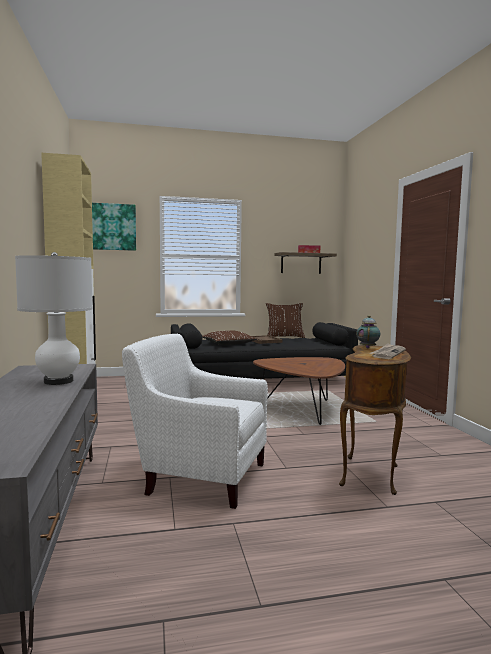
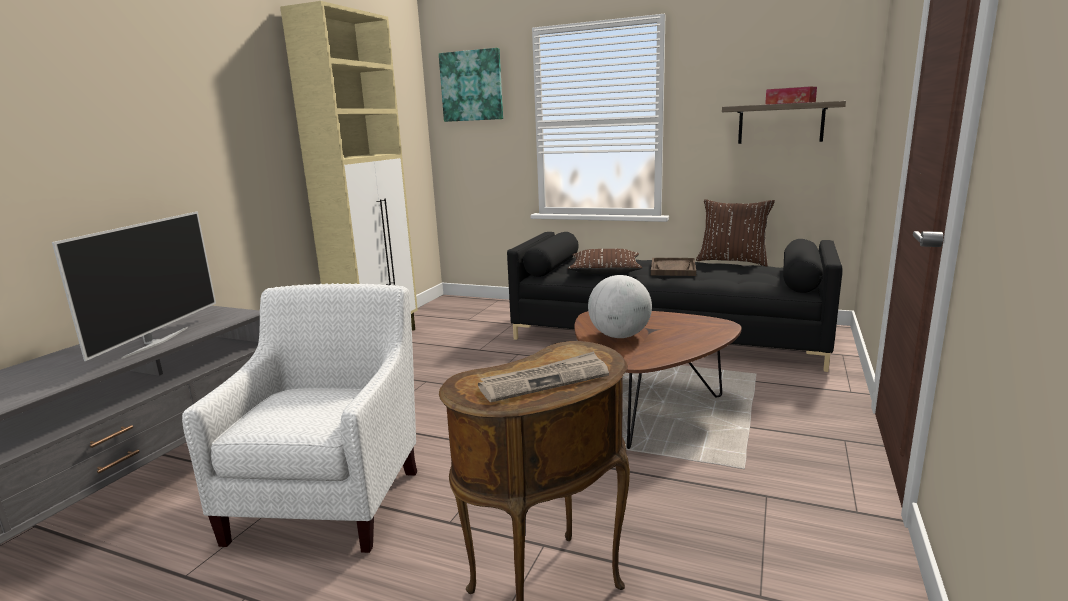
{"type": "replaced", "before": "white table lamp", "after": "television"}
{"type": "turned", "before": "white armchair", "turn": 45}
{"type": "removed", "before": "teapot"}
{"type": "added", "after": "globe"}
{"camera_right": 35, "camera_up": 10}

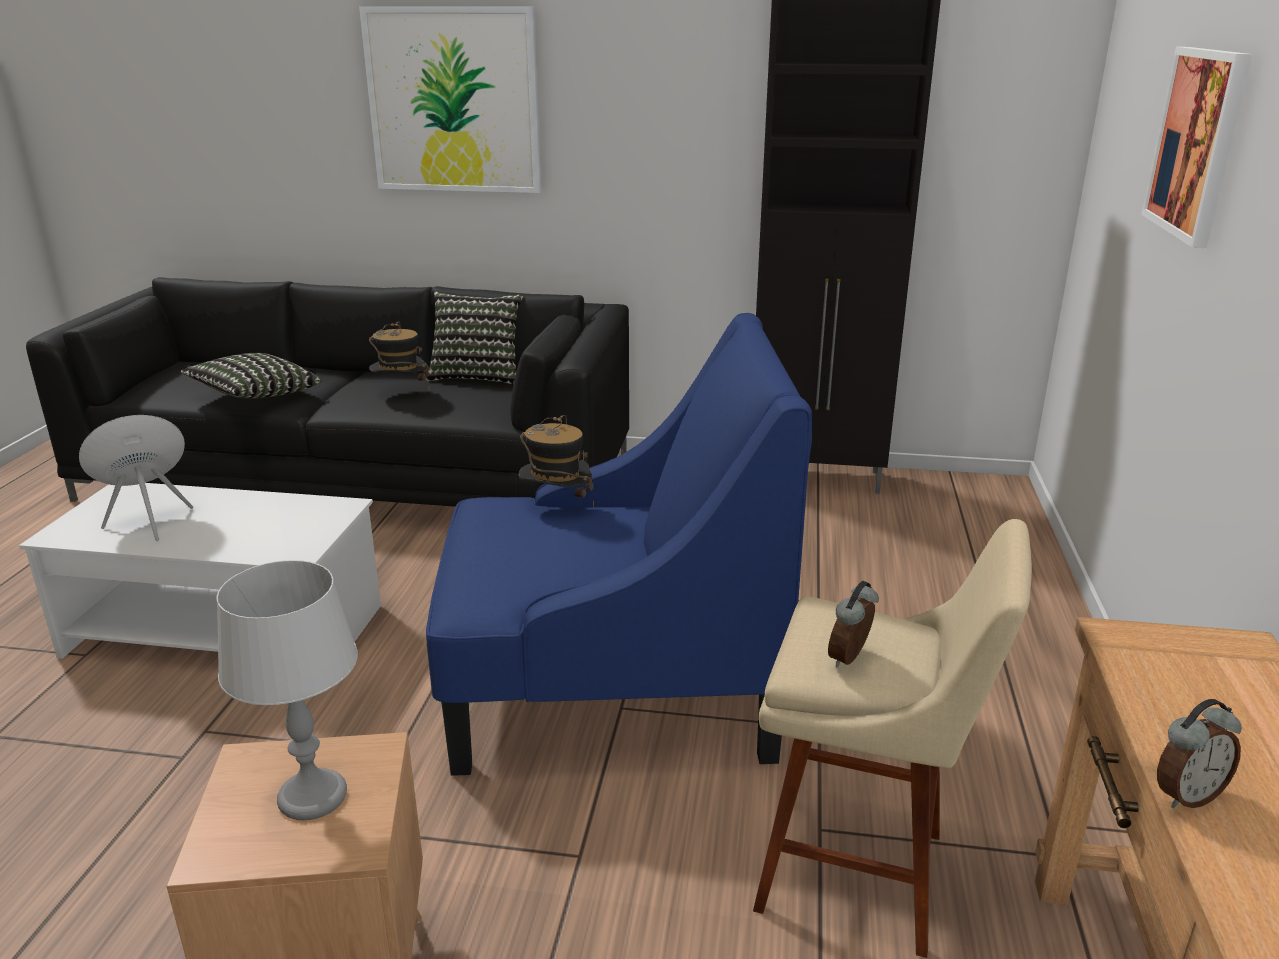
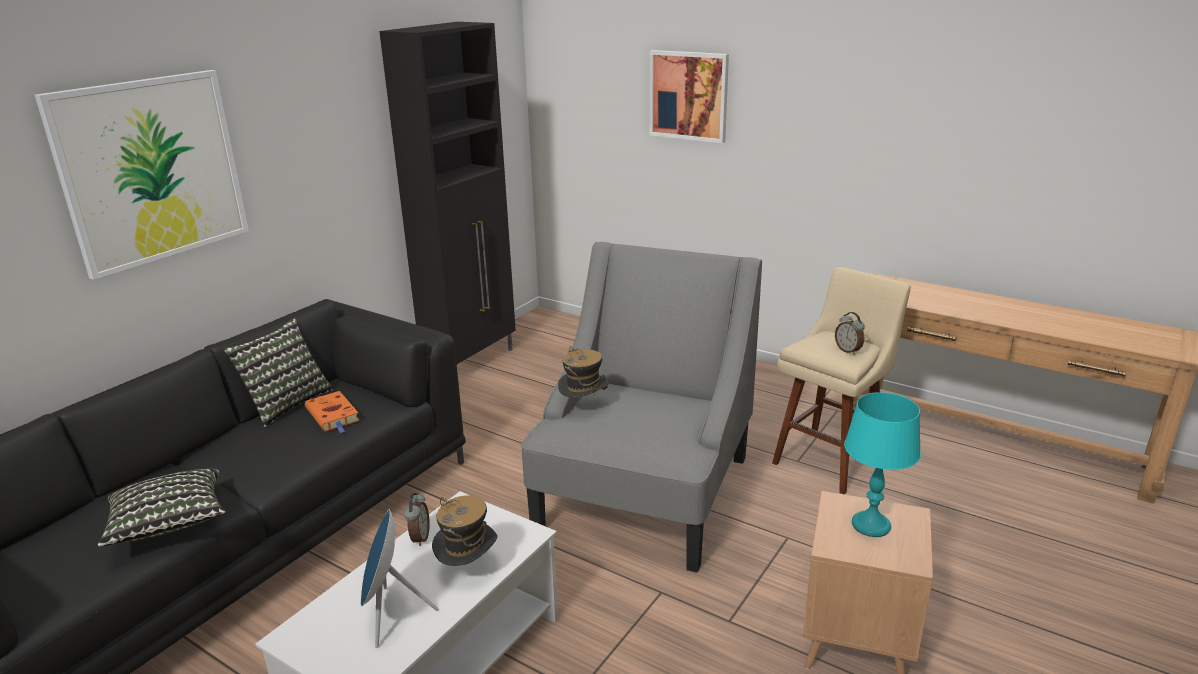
{"type": "recoloured", "before": "grey table lamp", "after": "turquoise table lamp"}
{"type": "moved", "before": "hat (1st from left)"}
{"type": "recoloured", "before": "blue armchair", "after": "grey armchair"}
{"type": "moved", "before": "alarm clock (2nd from left in the first image)", "after": "alarm clock (1st from left)"}
{"type": "added", "after": "orange book"}
{"camera_right": -65, "camera_up": 0}

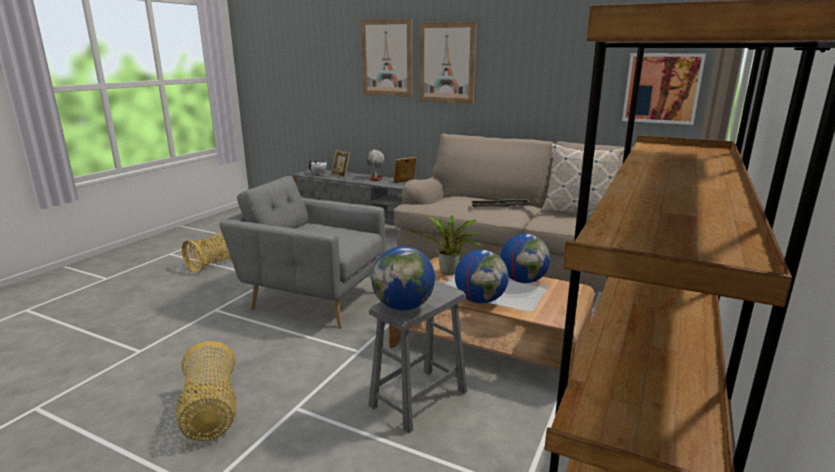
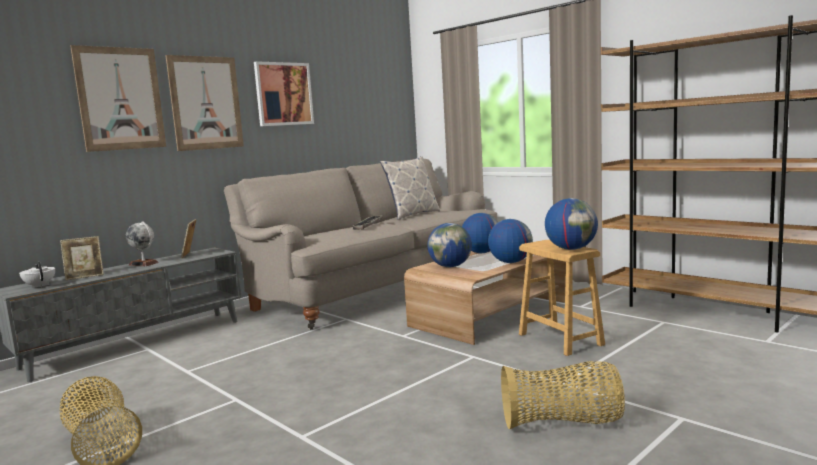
{"type": "removed", "before": "grey armchair"}
{"type": "recoloured", "before": "grey stool", "after": "brown stool"}
{"type": "replaced", "before": "potted plant", "after": "globe (2nd from left)"}
{"type": "moved", "before": "picture (3rd from left)"}
{"camera_right": -70, "camera_up": -10}

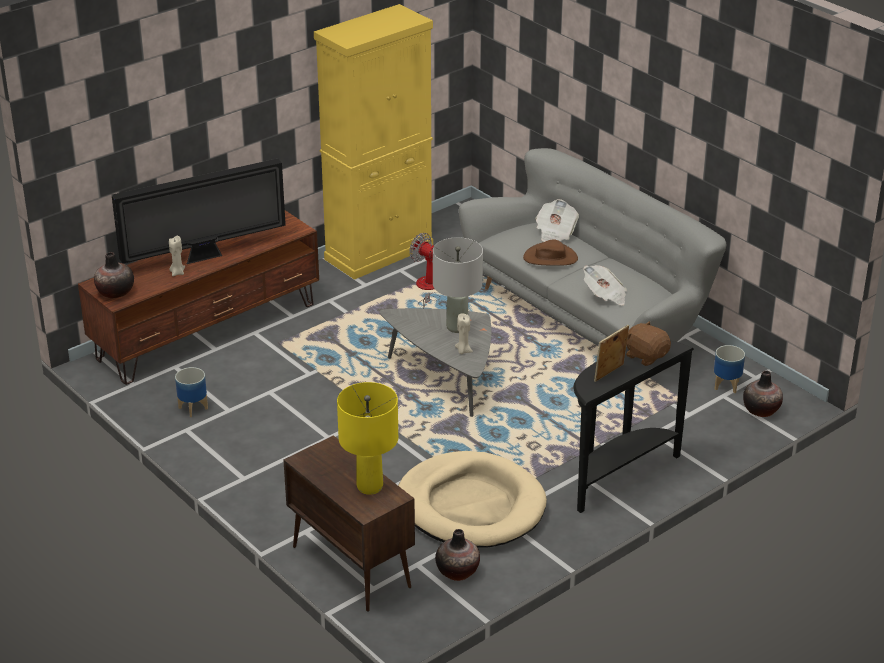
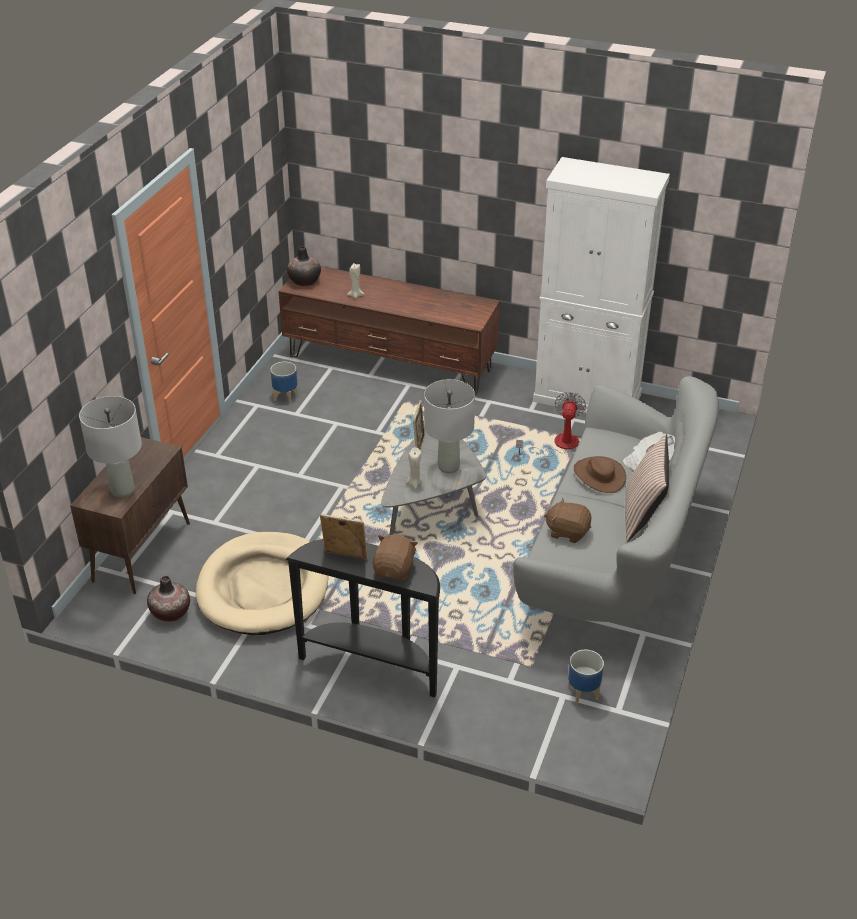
{"type": "removed", "before": "television"}
{"type": "recoloured", "before": "yellow cabinet", "after": "white cabinet"}
{"type": "recoloured", "before": "yellow table lamp", "after": "grey table lamp (1st from left)"}
{"type": "replaced", "before": "newspaper (2nd from left)", "after": "brown plush toy (2nd from left)"}
{"type": "removed", "before": "vase (3rd from left)"}
{"type": "added", "after": "picture frame (2nd from left)"}
{"type": "added", "after": "pillow"}
{"camera_right": 60, "camera_up": 5}

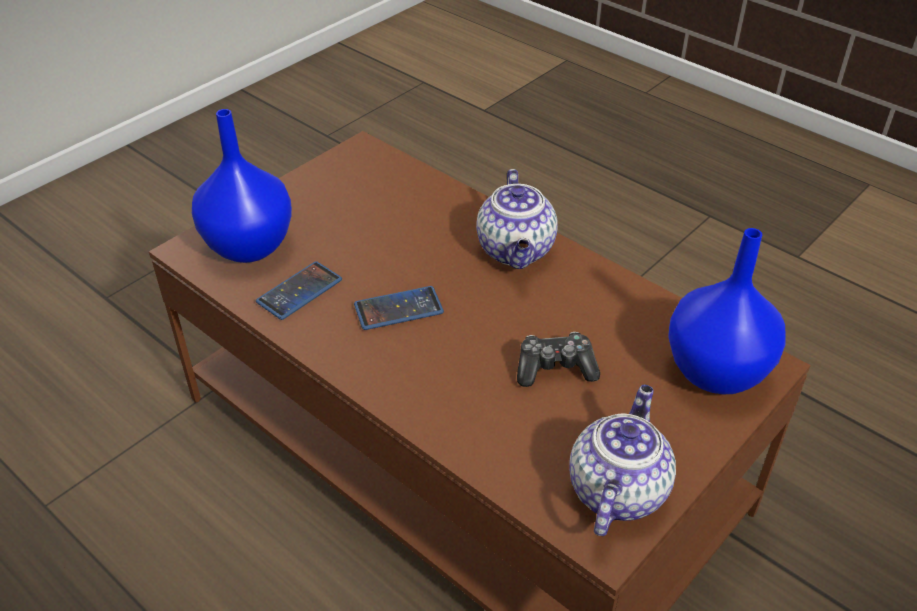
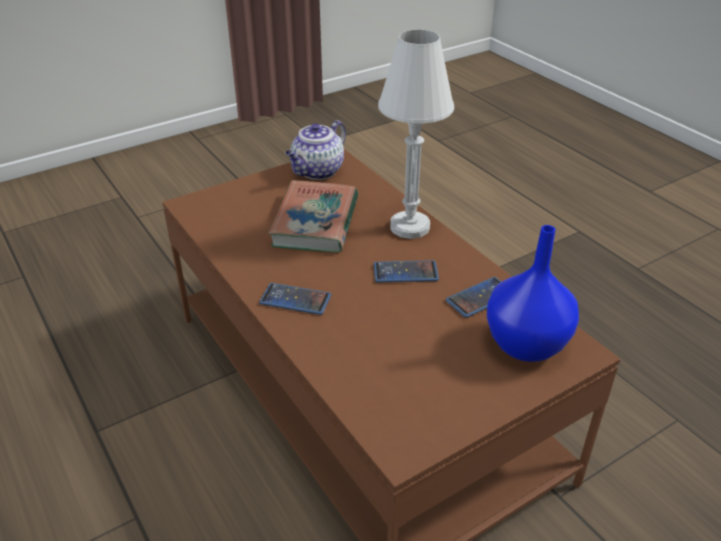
{"type": "replaced", "before": "teapot (1st from left)", "after": "phone (1st from left)"}
{"type": "replaced", "before": "game controller", "after": "book"}
{"type": "removed", "before": "blue vase (2nd from left)"}
{"type": "added", "after": "white table lamp"}
{"camera_right": -165, "camera_up": -5}

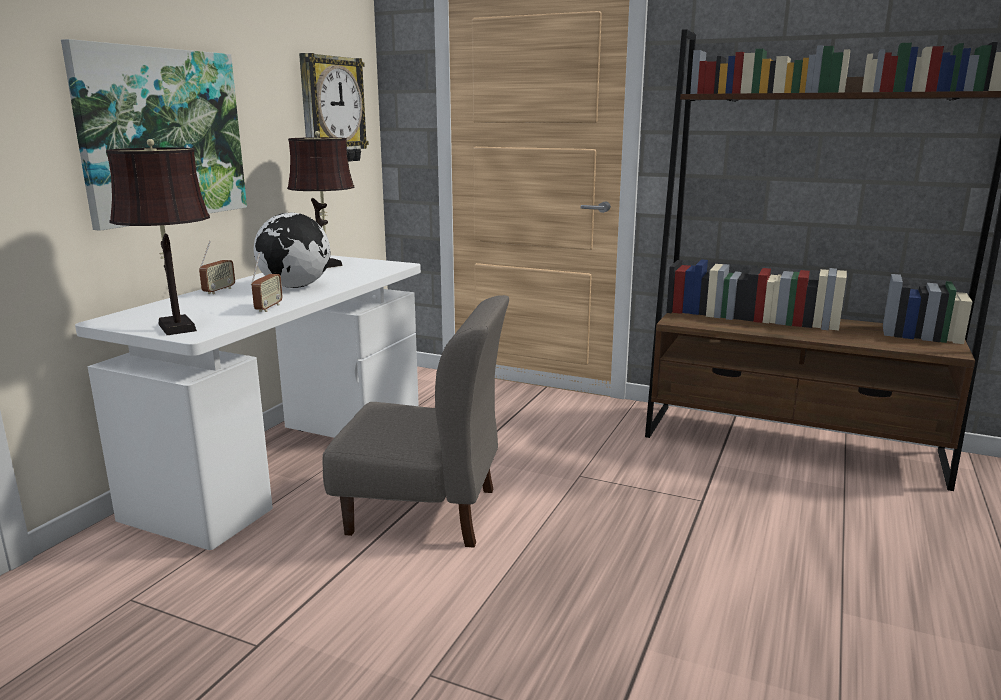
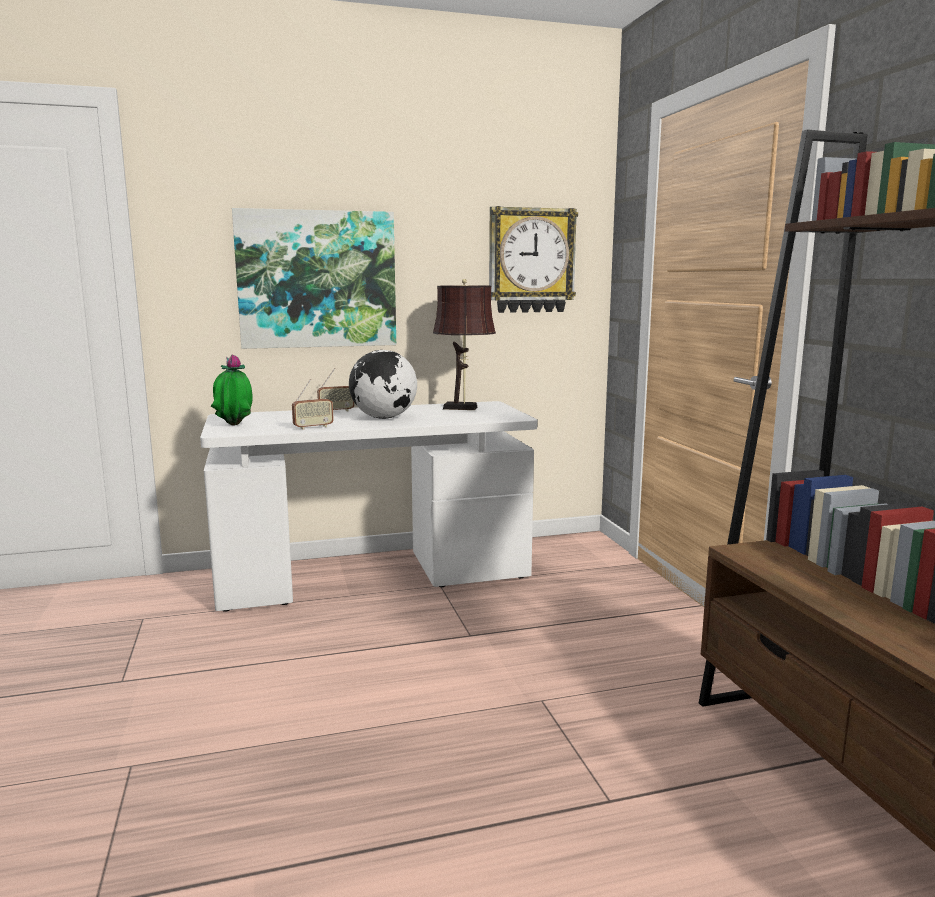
{"type": "replaced", "before": "brown table lamp (1st from left)", "after": "potted plant"}
{"type": "removed", "before": "grey chair"}
{"camera_right": 50, "camera_up": -5}

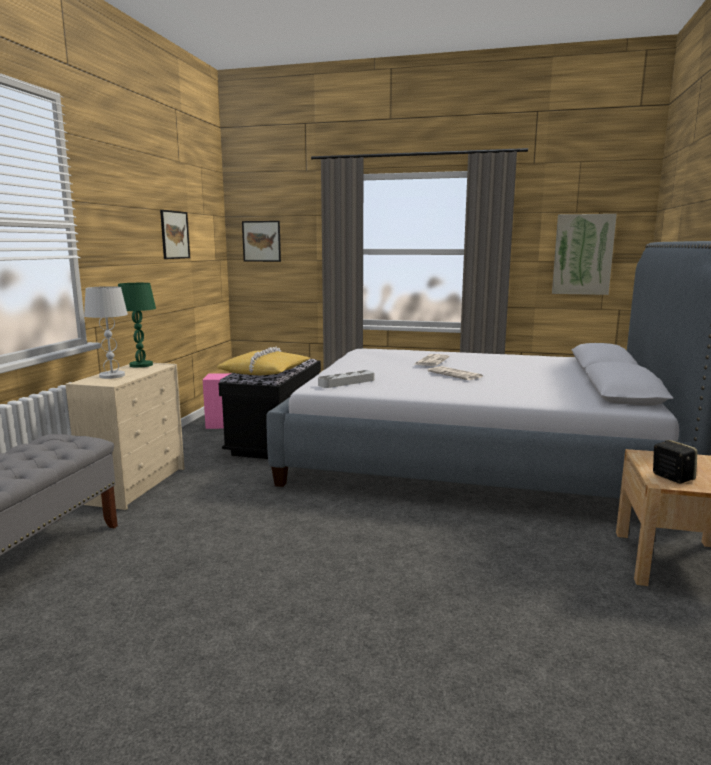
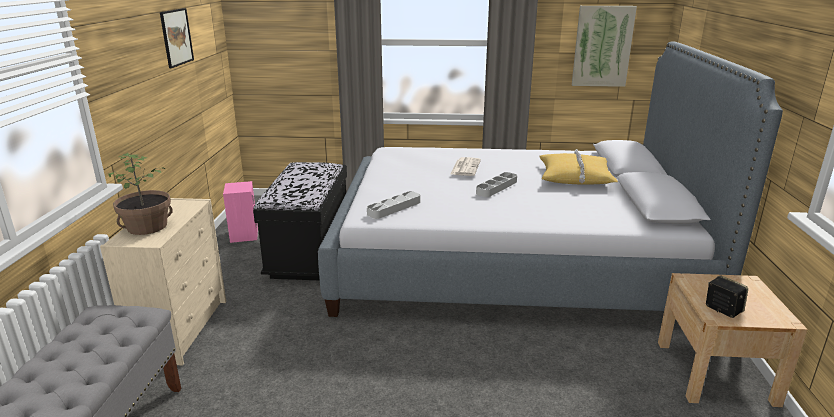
{"type": "replaced", "before": "white table lamp", "after": "potted plant"}
{"type": "removed", "before": "green table lamp"}
{"type": "moved", "before": "yellow pillow"}
{"type": "removed", "before": "picture (2nd from left)"}
{"type": "replaced", "before": "newspaper (2nd from left)", "after": "grey tray (2nd from left)"}
{"camera_right": -10, "camera_up": 10}

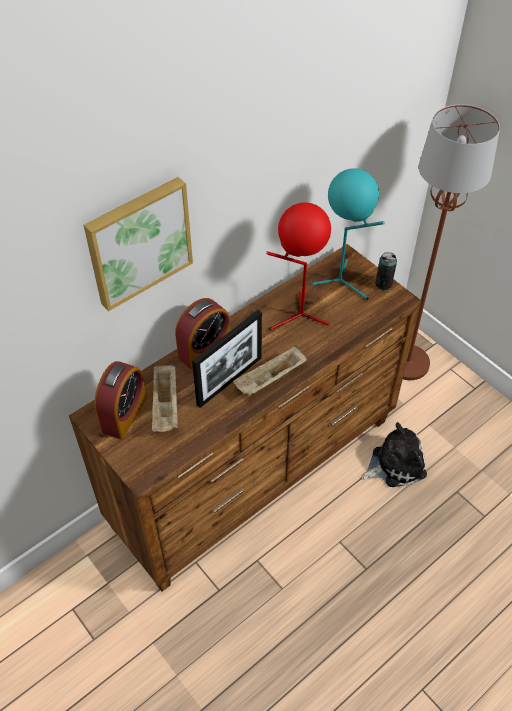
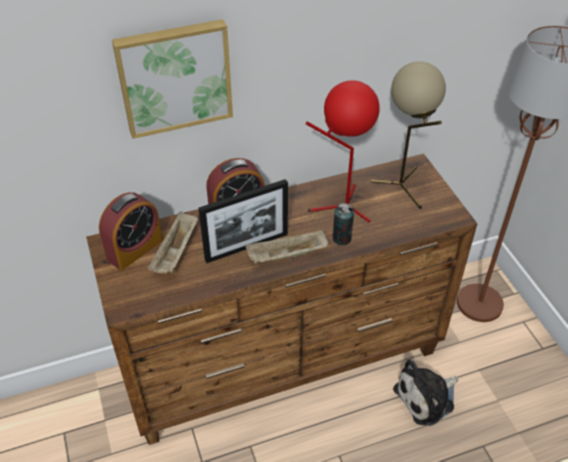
{"type": "recoloured", "before": "turquoise table lamp", "after": "beige table lamp"}
{"type": "turned", "before": "plush toy", "turn": 150}
{"type": "moved", "before": "can"}
{"camera_right": 20, "camera_up": -5}

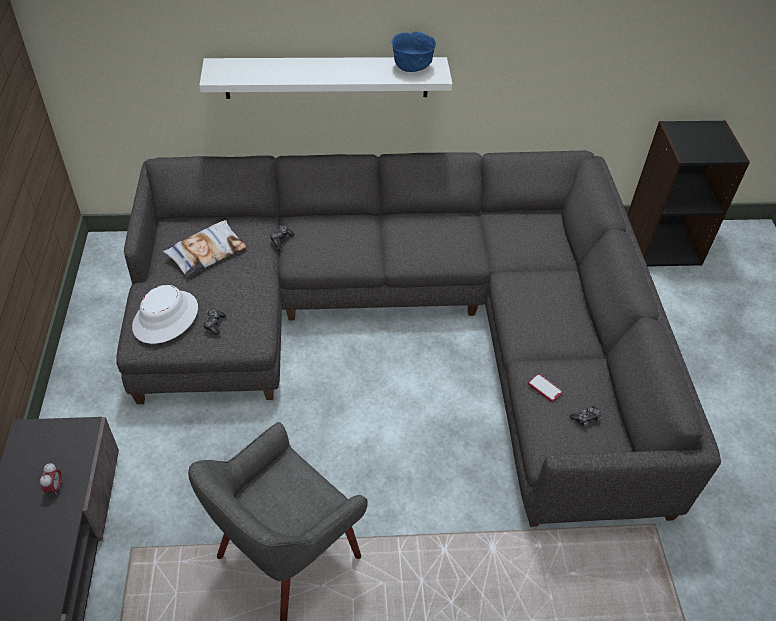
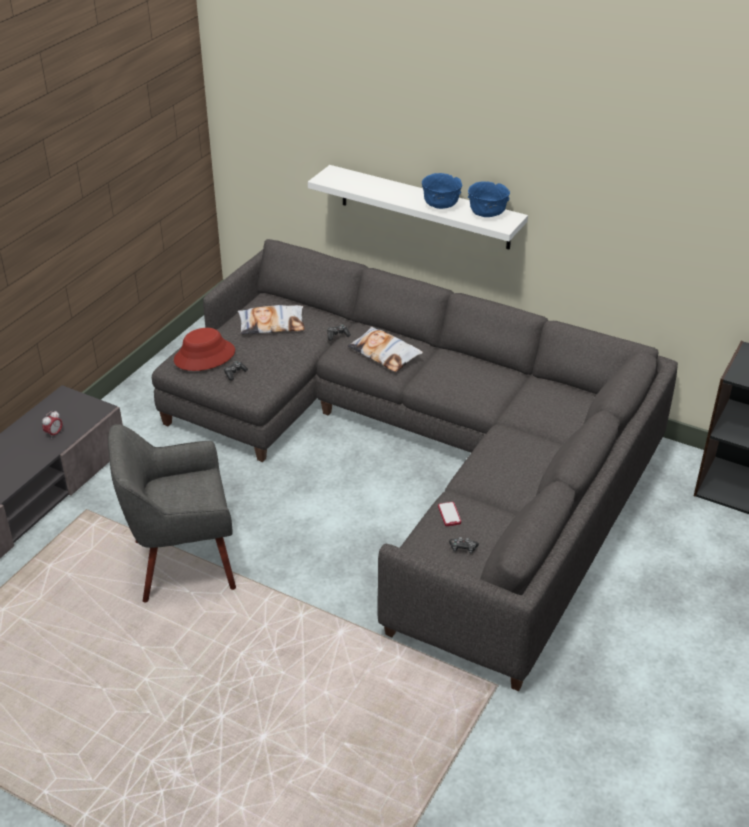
{"type": "recoloured", "before": "white hat", "after": "red hat"}
{"type": "added", "after": "pillow (2nd from left)"}
{"type": "added", "after": "blue bowl (1st from left)"}
{"camera_right": 35, "camera_up": -10}

